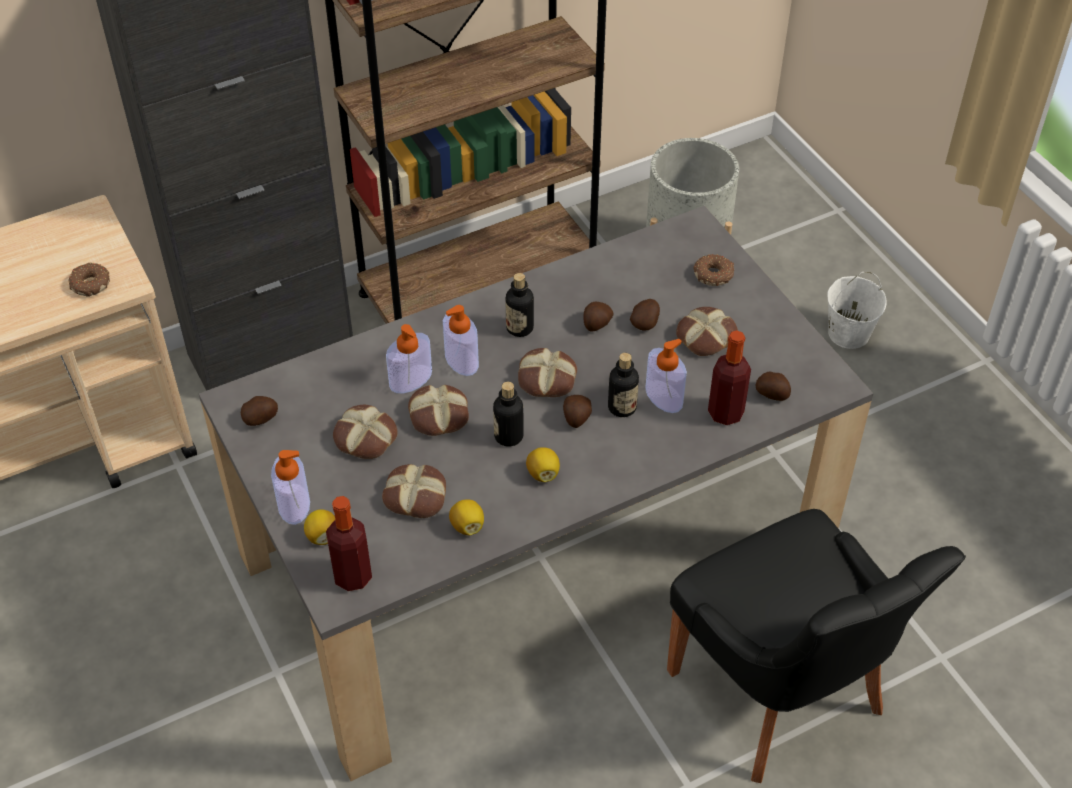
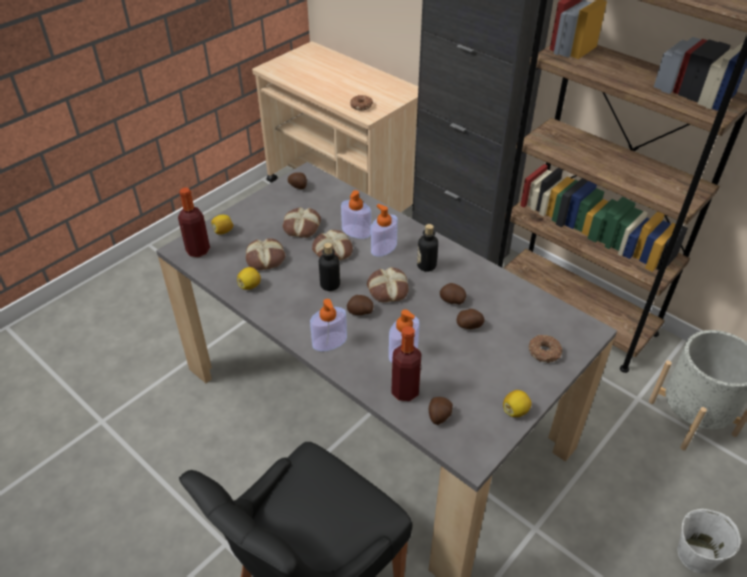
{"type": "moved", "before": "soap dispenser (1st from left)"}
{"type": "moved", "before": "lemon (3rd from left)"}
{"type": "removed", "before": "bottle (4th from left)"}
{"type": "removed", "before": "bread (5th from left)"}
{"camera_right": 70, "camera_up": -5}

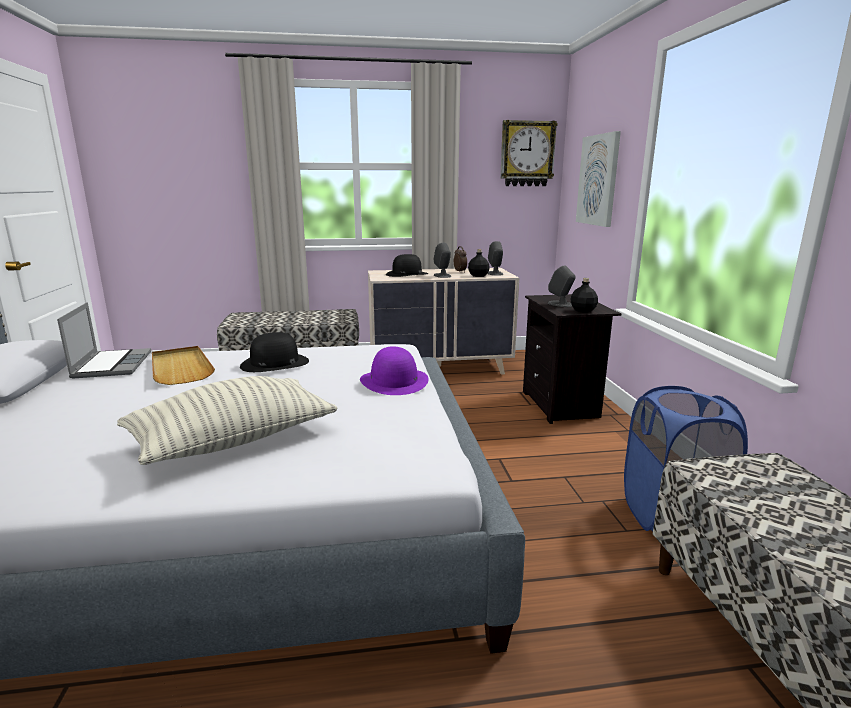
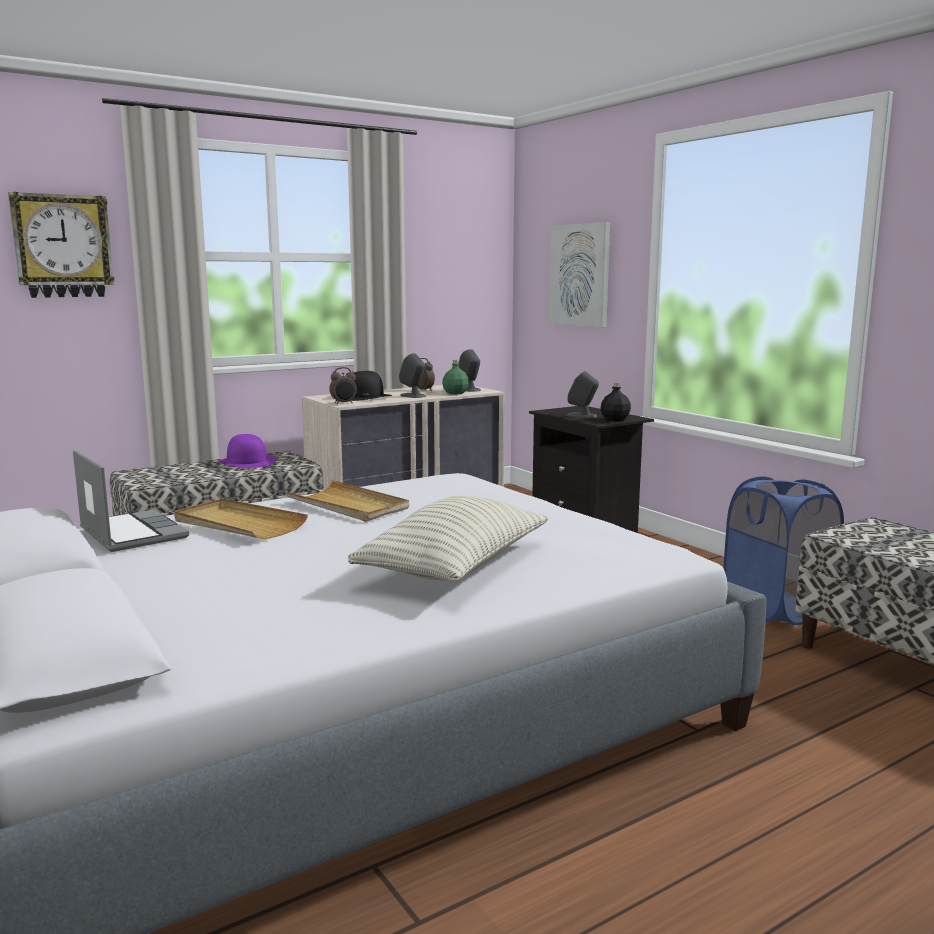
{"type": "replaced", "before": "black hat (1st from left)", "after": "beige tray (2nd from left)"}
{"type": "moved", "before": "purple hat"}
{"type": "recoloured", "before": "black bottle (1st from left)", "after": "green bottle"}
{"type": "moved", "before": "wall clock"}
{"type": "added", "after": "alarm clock (1st from left)"}
{"camera_right": -25, "camera_up": -5}

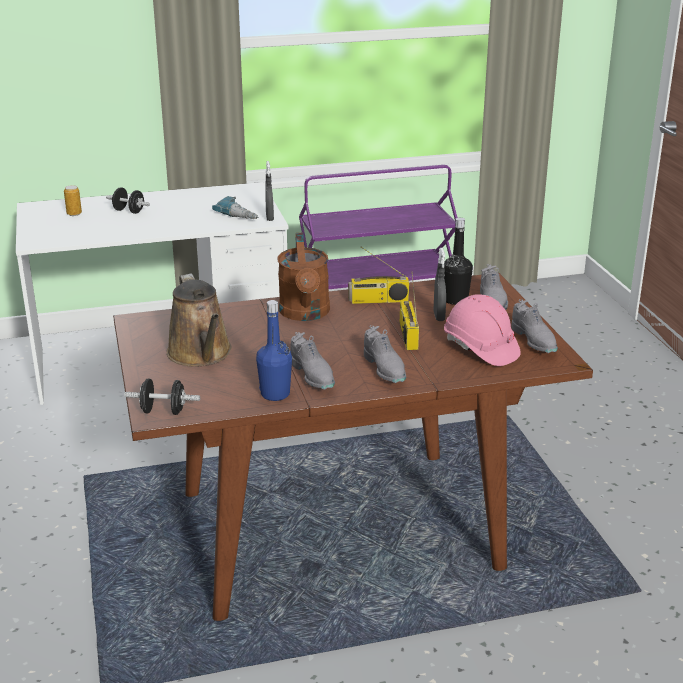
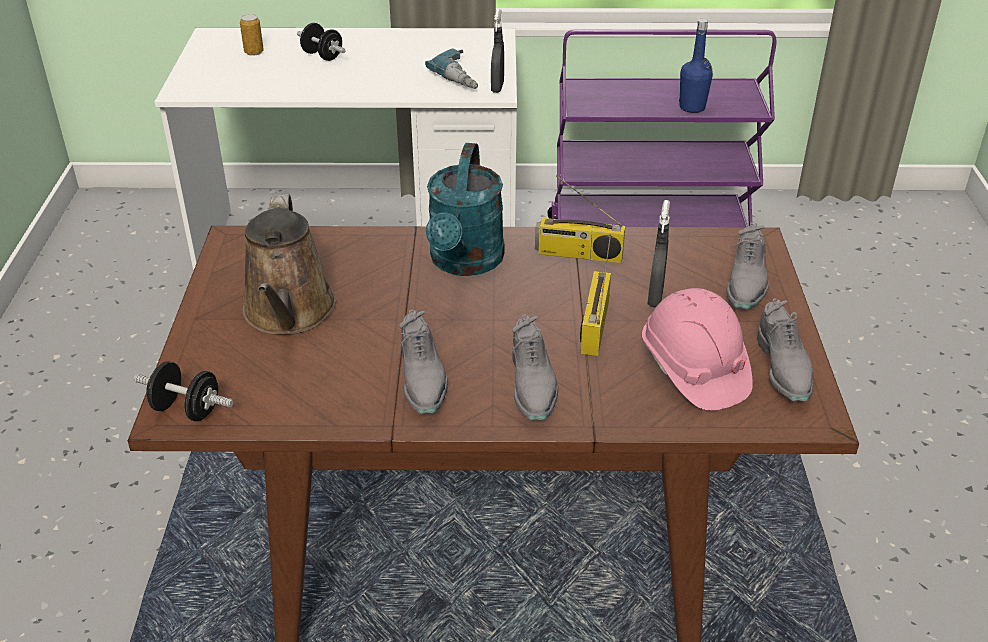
{"type": "moved", "before": "blue bottle"}
{"type": "recoloured", "before": "brown watering can (2nd from left)", "after": "turquoise watering can"}
{"type": "removed", "before": "black bottle"}
{"camera_right": 15, "camera_up": 10}

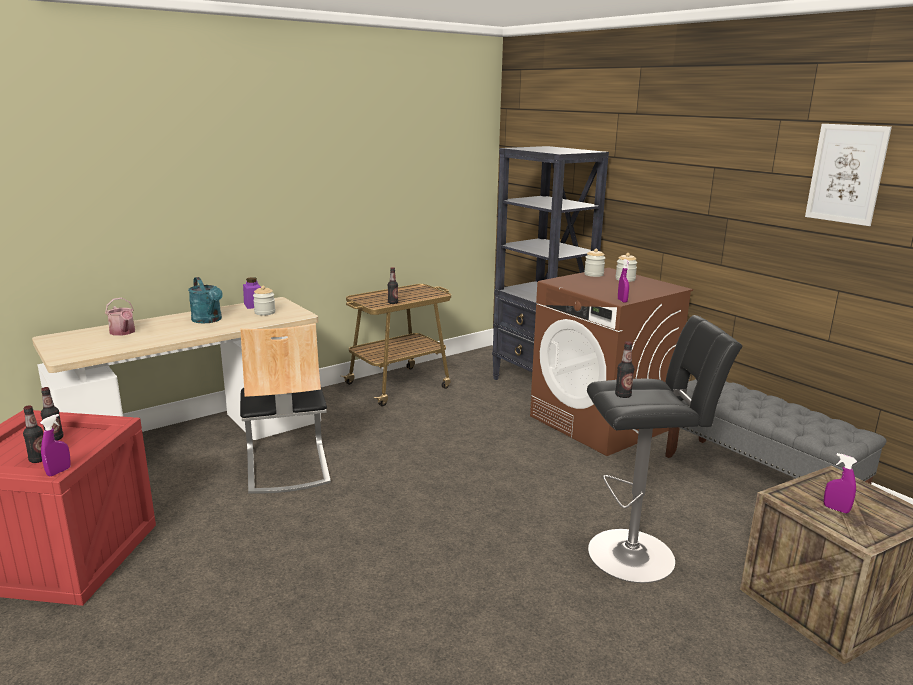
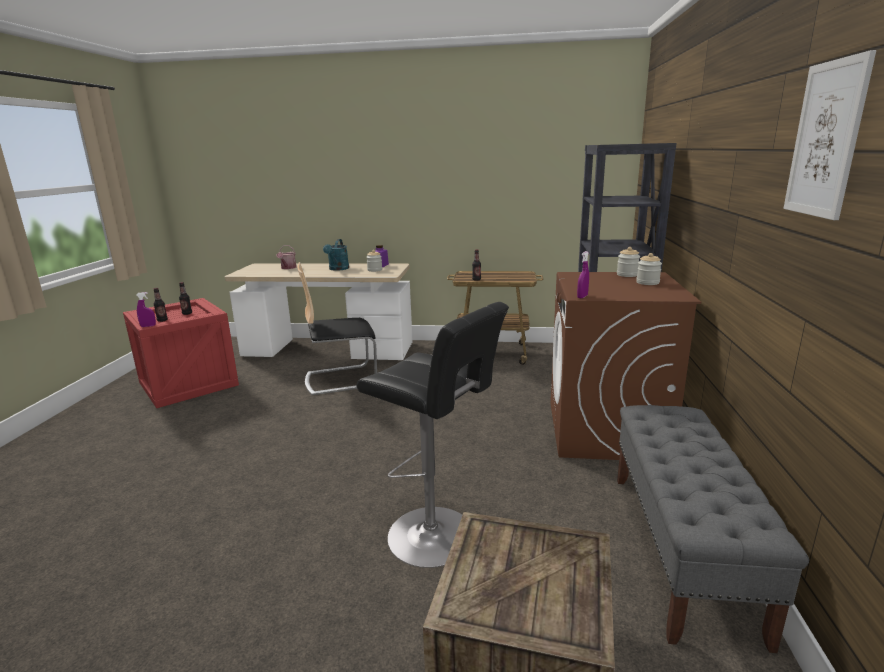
{"type": "turned", "before": "chair", "turn": 45}
{"type": "removed", "before": "bottle (4th from left)"}
{"type": "removed", "before": "purple spray bottle (3rd from left)"}
{"camera_right": 45, "camera_up": 0}

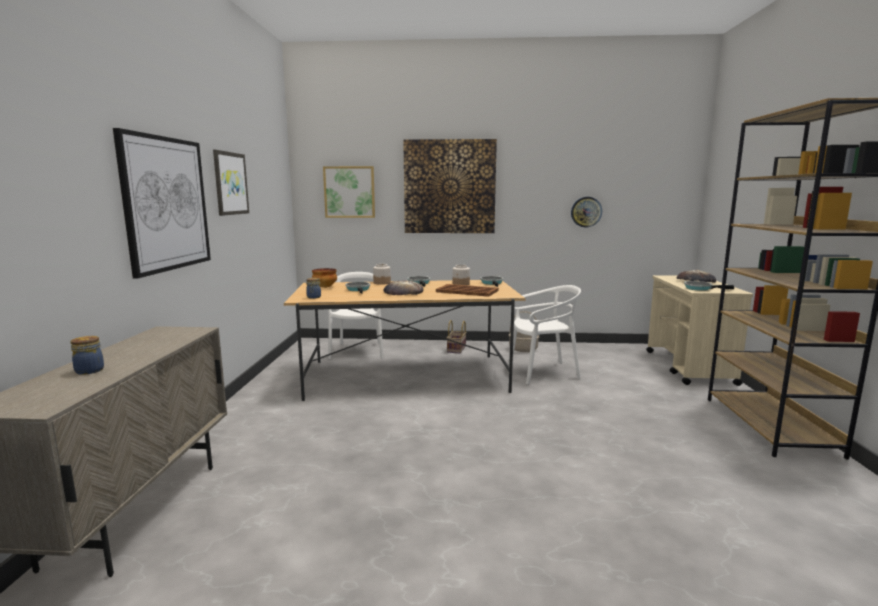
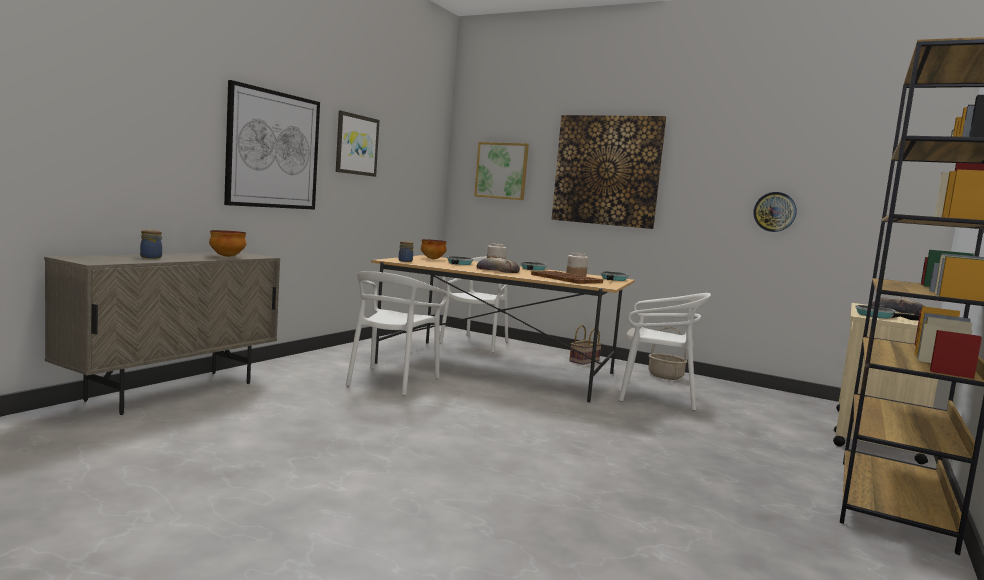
{"type": "added", "after": "bowl (1st from left)"}
{"type": "added", "after": "white chair (1st from left)"}
{"camera_right": 25, "camera_up": -5}

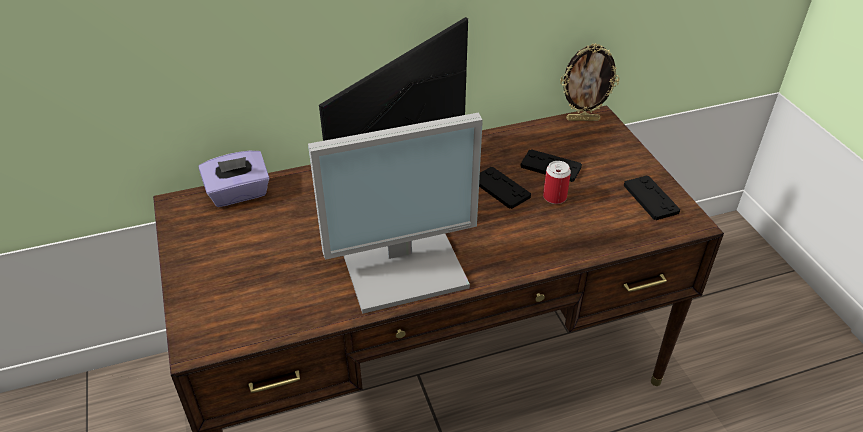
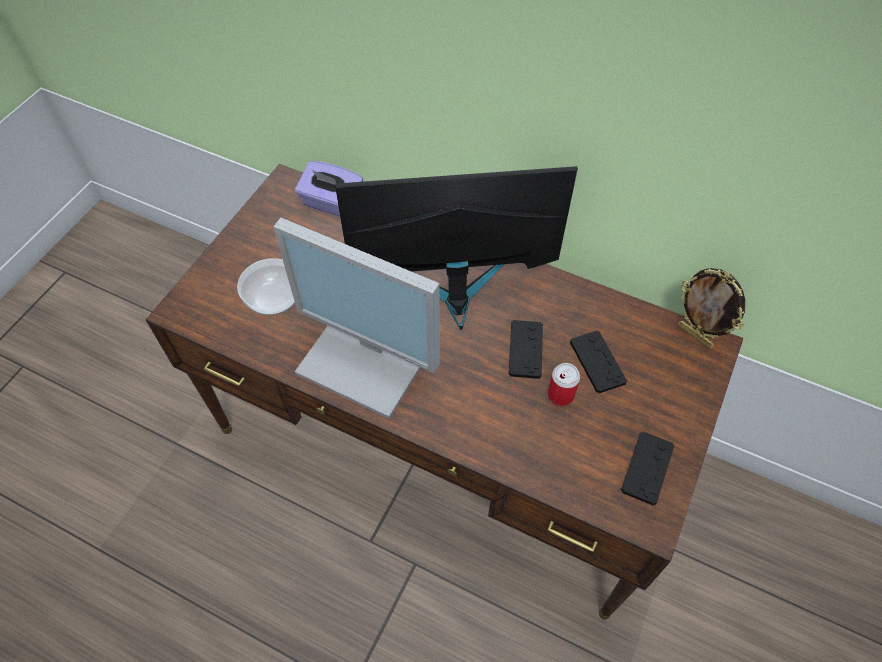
{"type": "added", "after": "bowl"}
{"camera_right": 45, "camera_up": 15}

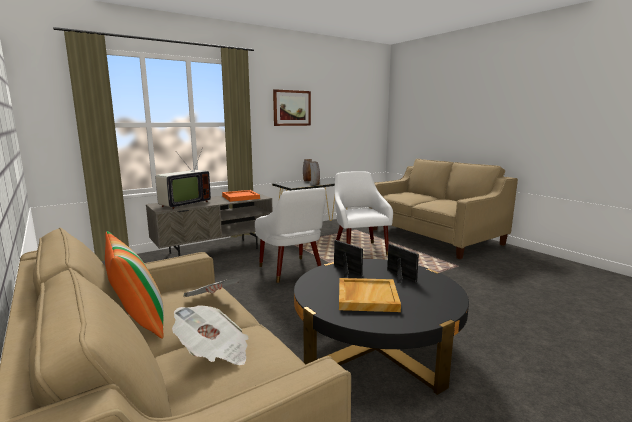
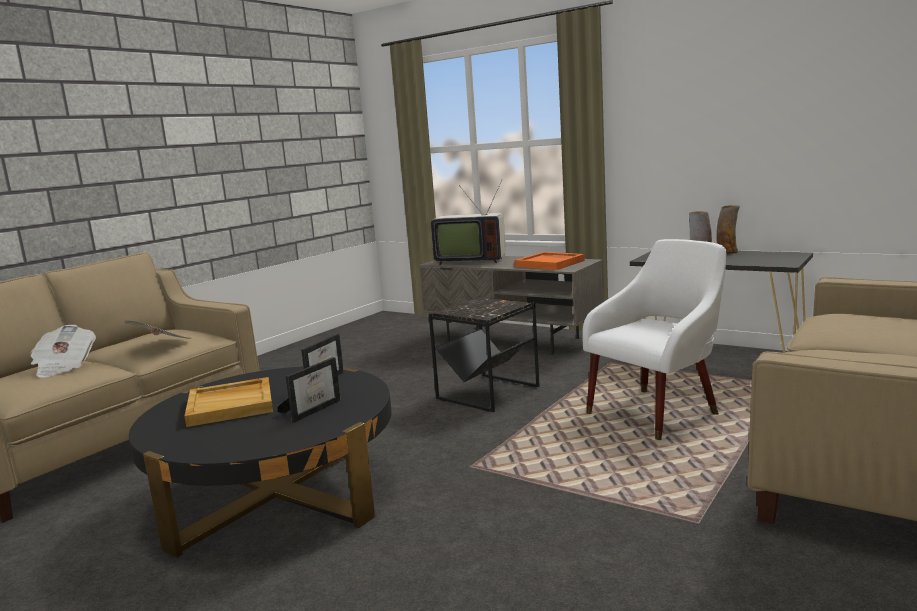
{"type": "removed", "before": "pillow"}
{"type": "replaced", "before": "white armchair (1st from left)", "after": "black side table"}
{"type": "removed", "before": "picture"}
{"camera_right": 70, "camera_up": 0}

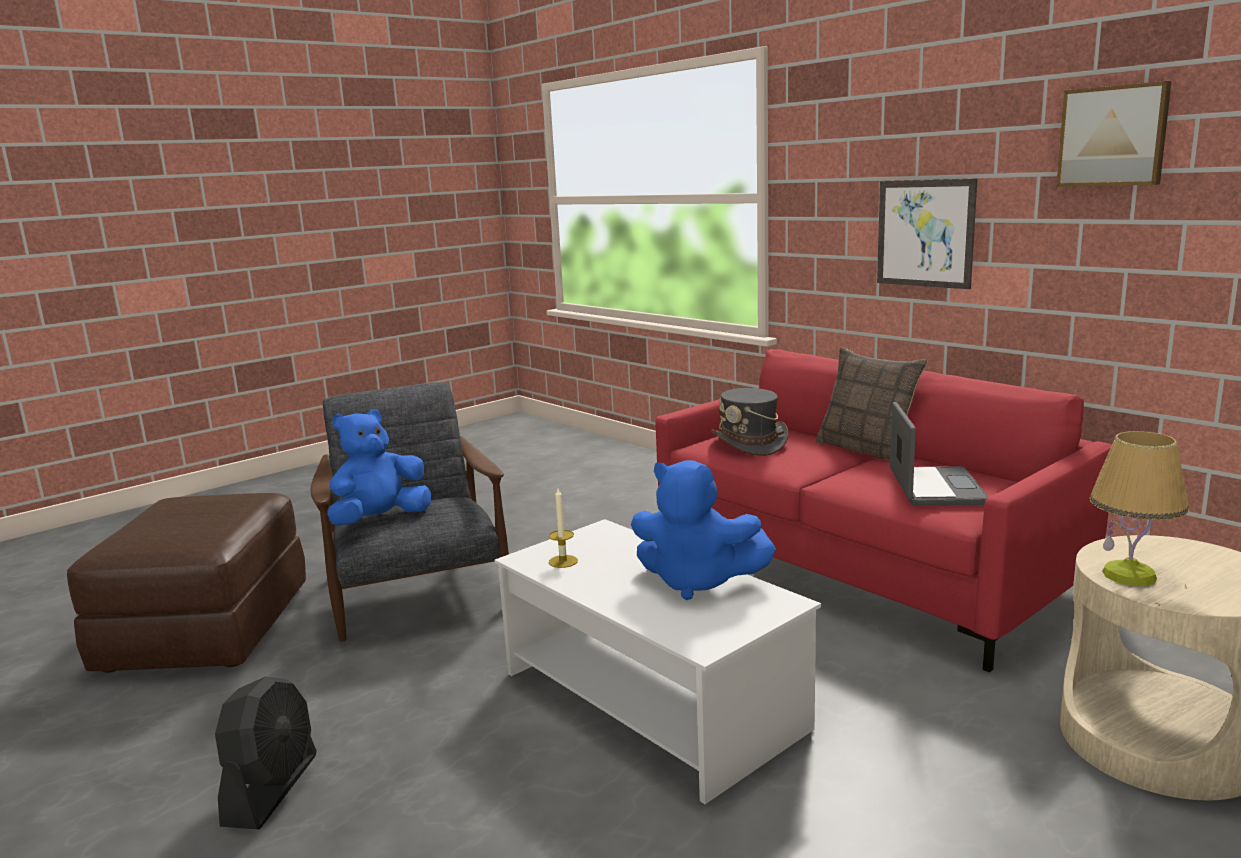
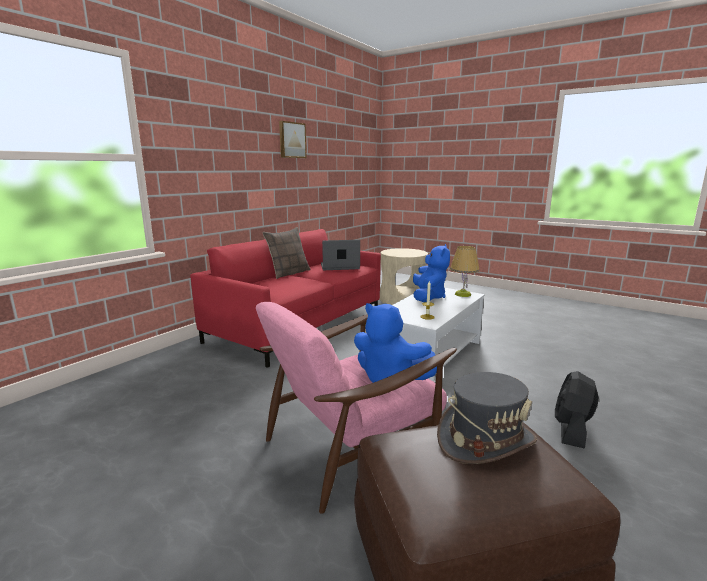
{"type": "turned", "before": "black fan", "turn": -60}
{"type": "recoloured", "before": "grey armchair", "after": "pink armchair"}
{"type": "moved", "before": "grey hat"}
{"type": "removed", "before": "picture (1st from left)"}
{"type": "moved", "before": "table lamp"}
{"camera_right": -105, "camera_up": 0}

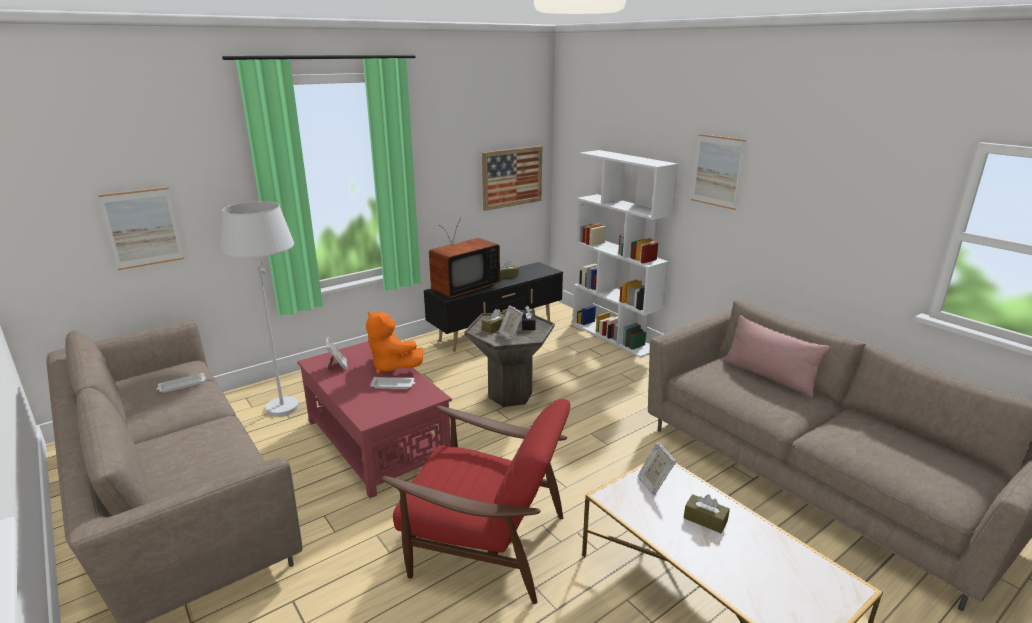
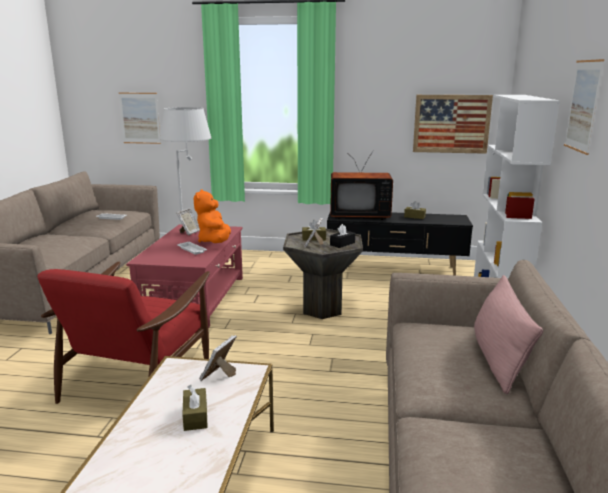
{"type": "turned", "before": "red armchair", "turn": 45}
{"camera_right": 45, "camera_up": -5}

